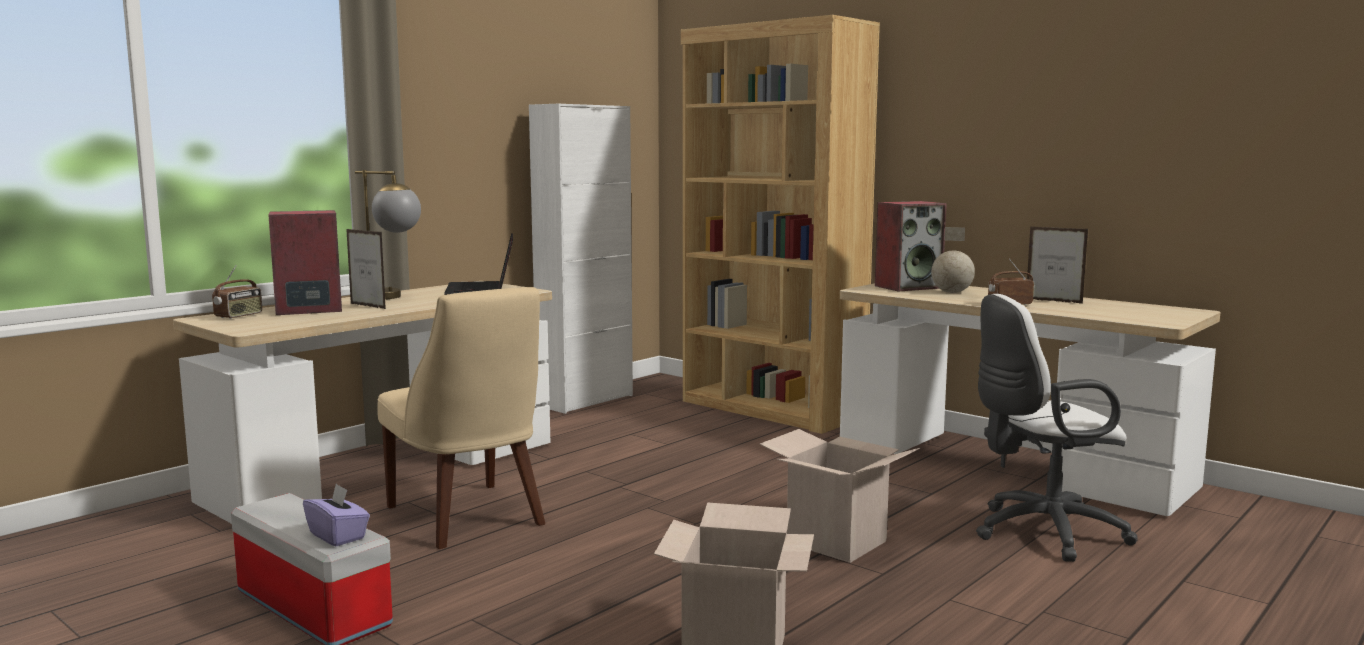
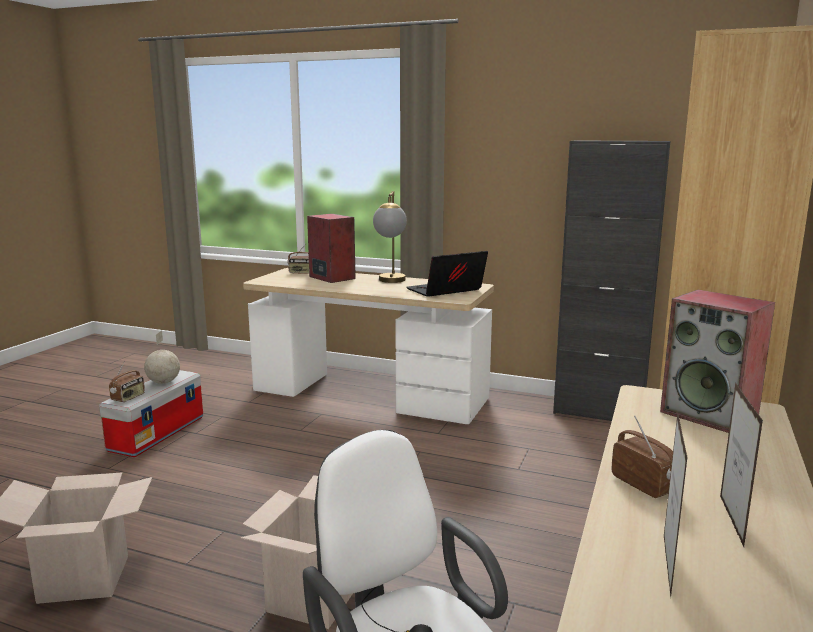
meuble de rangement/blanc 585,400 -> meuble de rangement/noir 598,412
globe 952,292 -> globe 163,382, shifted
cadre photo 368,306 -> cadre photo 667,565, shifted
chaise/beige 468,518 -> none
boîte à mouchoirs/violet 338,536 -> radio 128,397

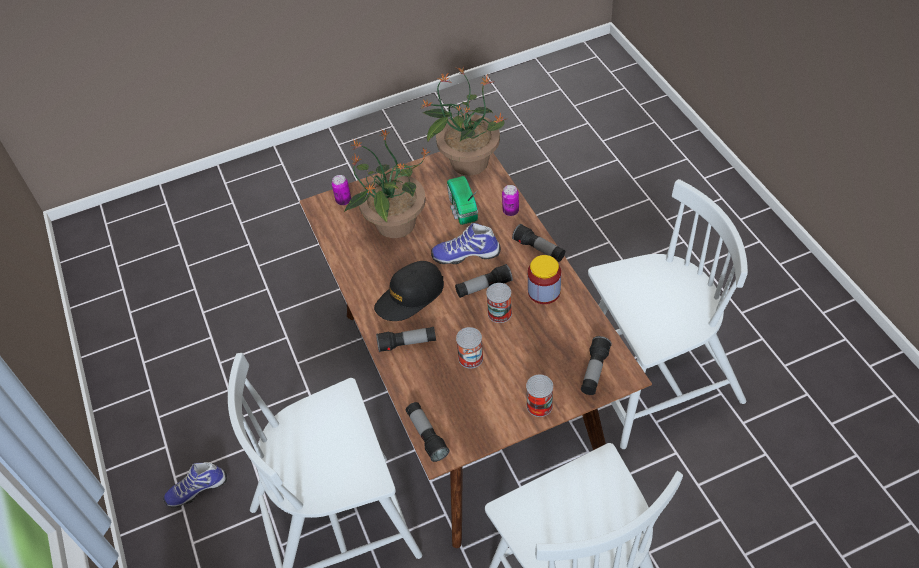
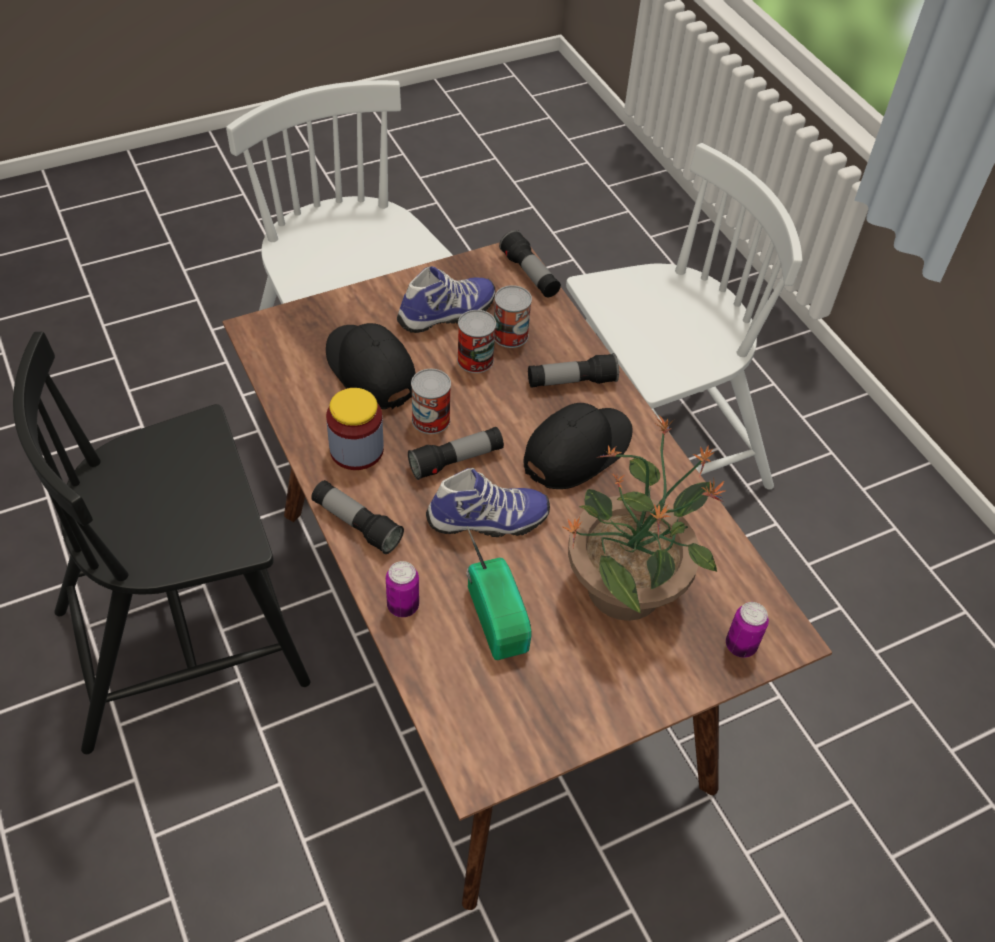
plante en pot 468,161 -> none
chaise/blanc 655,384 -> chaise/noir 186,643
lampe de poche 594,371 -> none
boîte métallique 539,405 -> boîte métallique 510,335, shifted
chaussure 196,489 -> chaussure 448,314, shifted
none -> casquette/noir 370,370

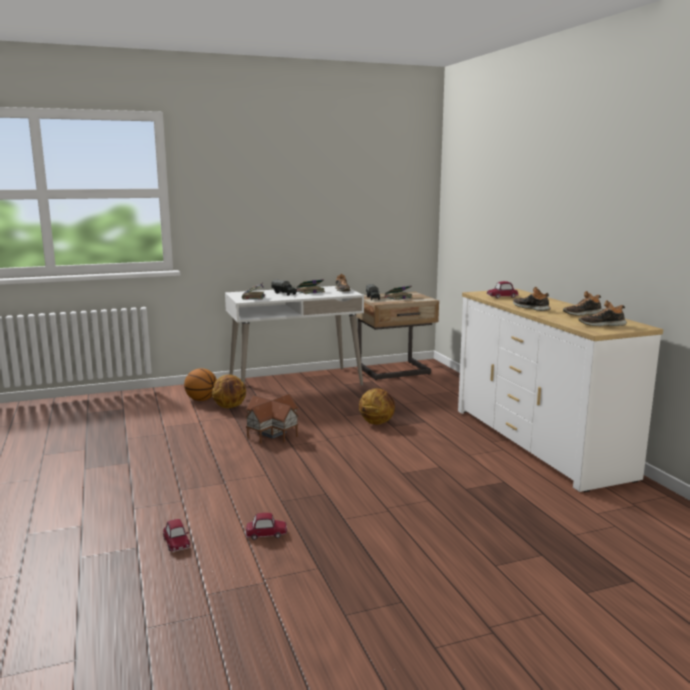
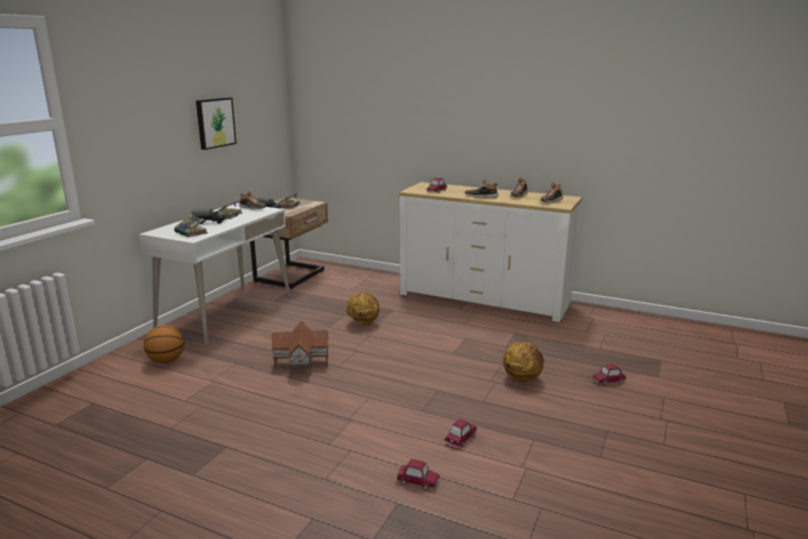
ballon de basket 230,407 -> ballon de basket 522,378, shifted
none -> tableau 215,122
none -> petite voiture 608,380

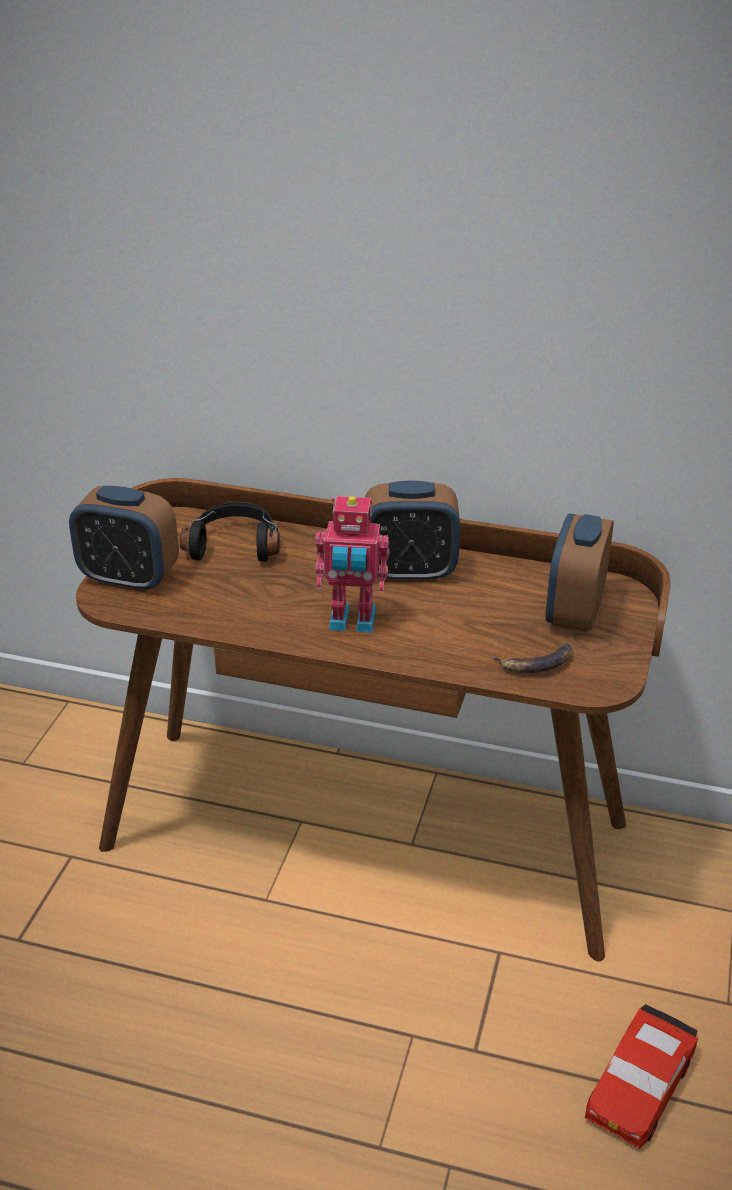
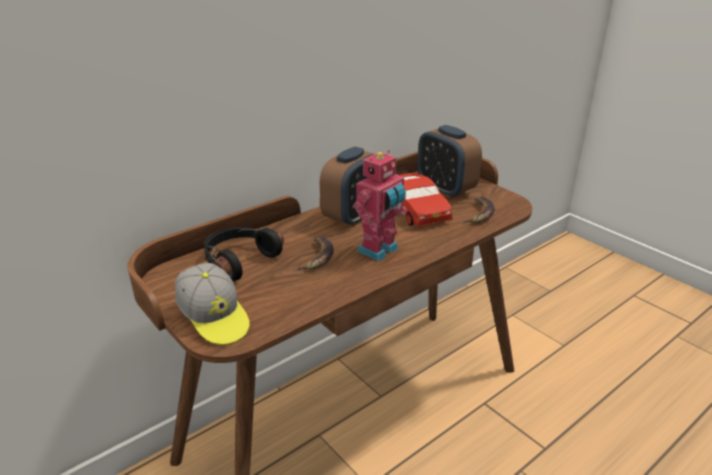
réveil 129,578 -> casquette 214,318
petite voiture/rouge 639,1086 -> petite voiture/rouge 415,208, shifted
none -> banane 317,257

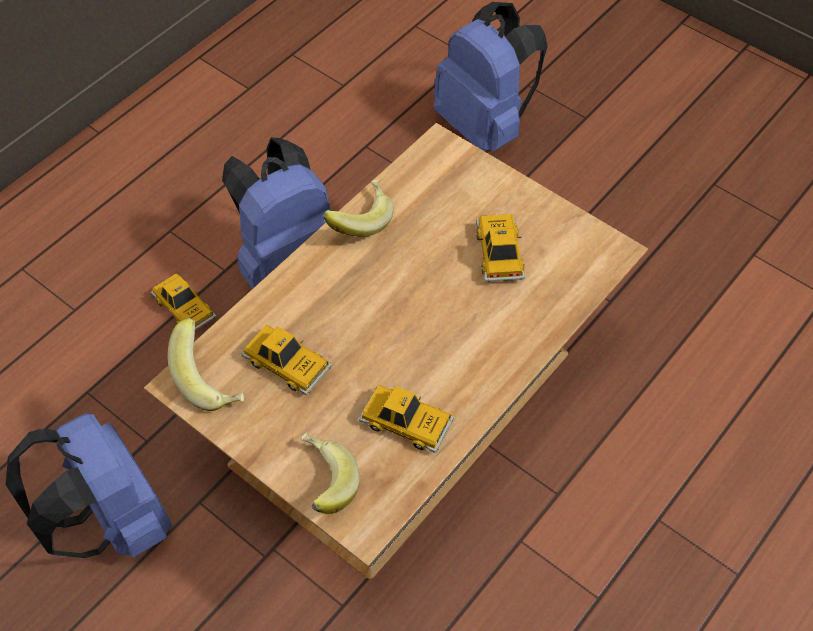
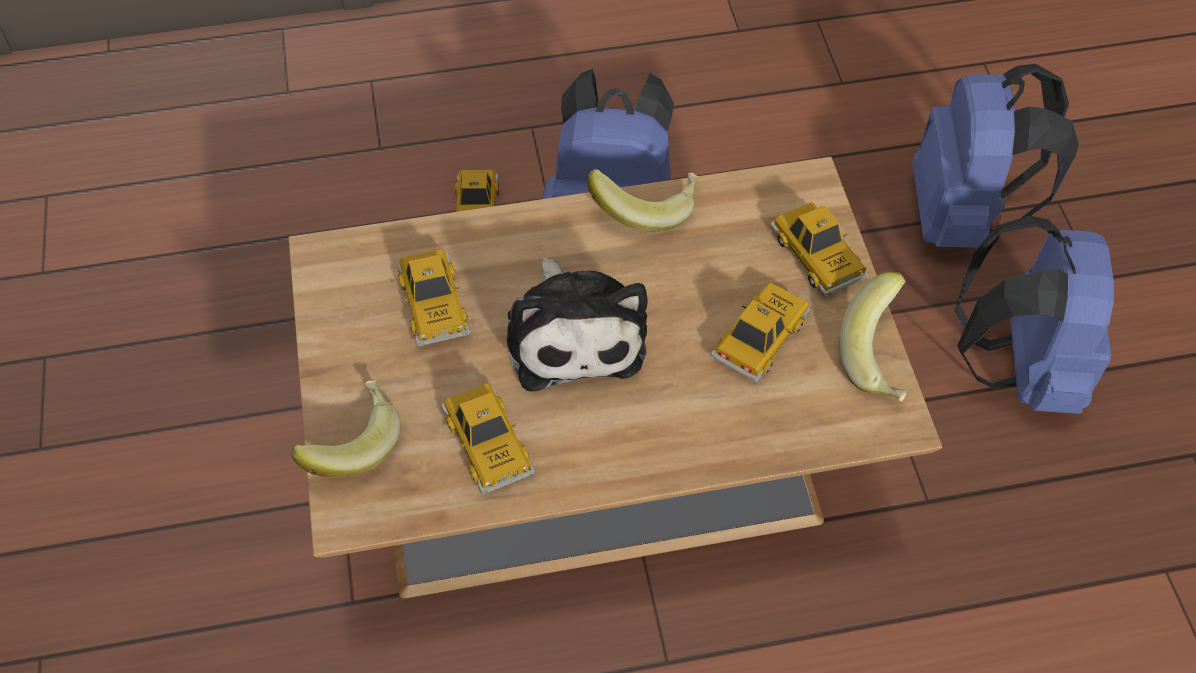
banane 211,379 -> banane 881,357, shifted
sac à dos/bleu 112,522 -> sac à dos/bleu 1019,368, shifted
none -> petite voiture 817,255
none -> peluche 574,333

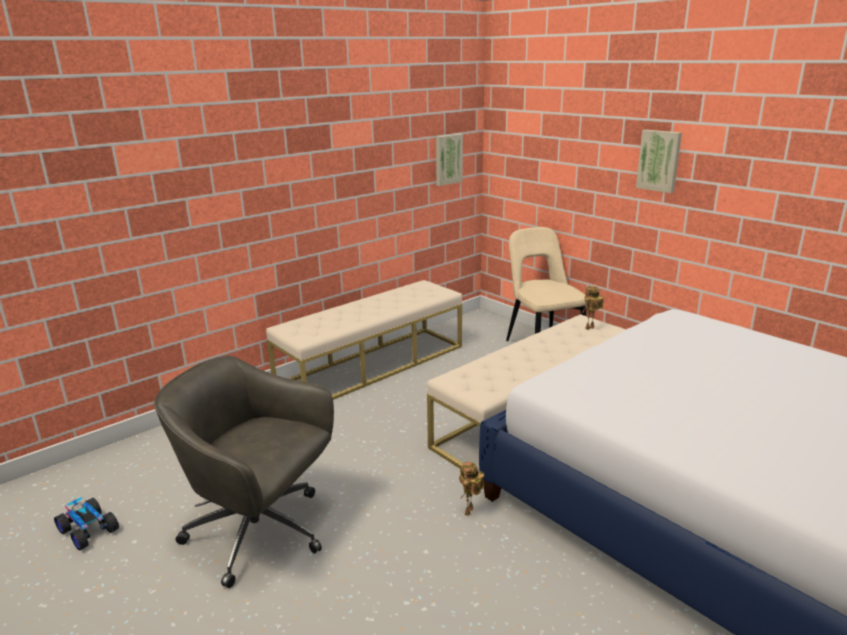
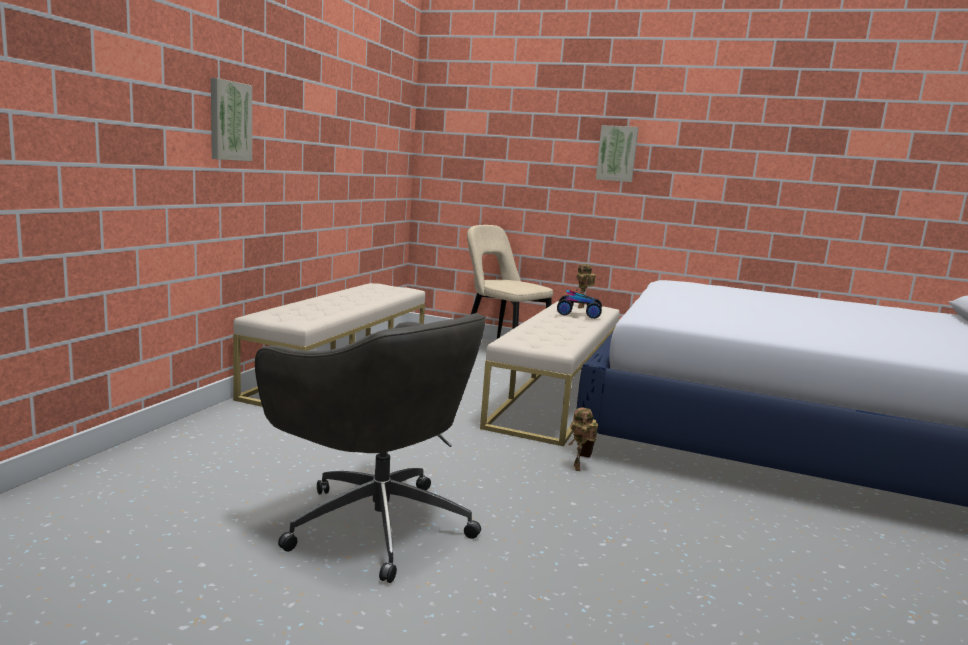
tableau 448,159 -> tableau 229,121, shifted
chaise de bureau/gris 261,533 -> chaise de bureau/gris 374,523, 135 degrees counterclockwise
petite voiture 87,531 -> petite voiture 578,314, shifted

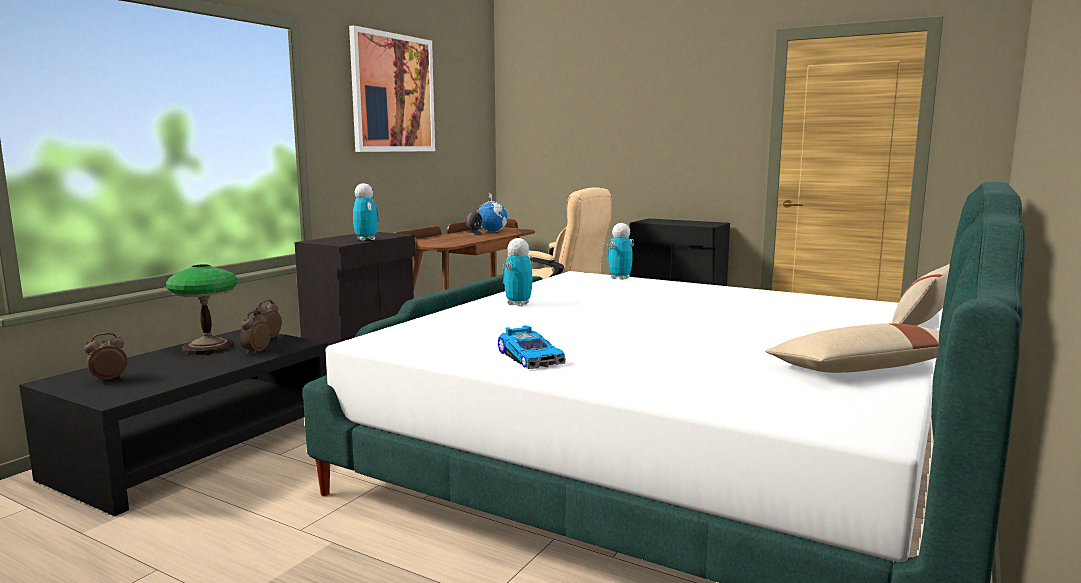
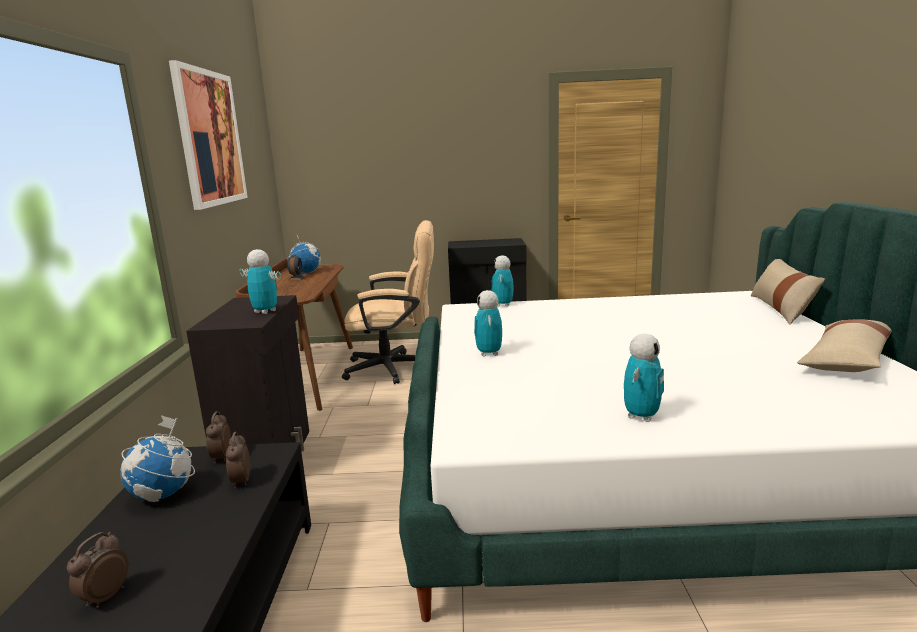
lampe de table 207,348 -> globe 163,495
petite voiture 531,357 -> robot jouet 641,416

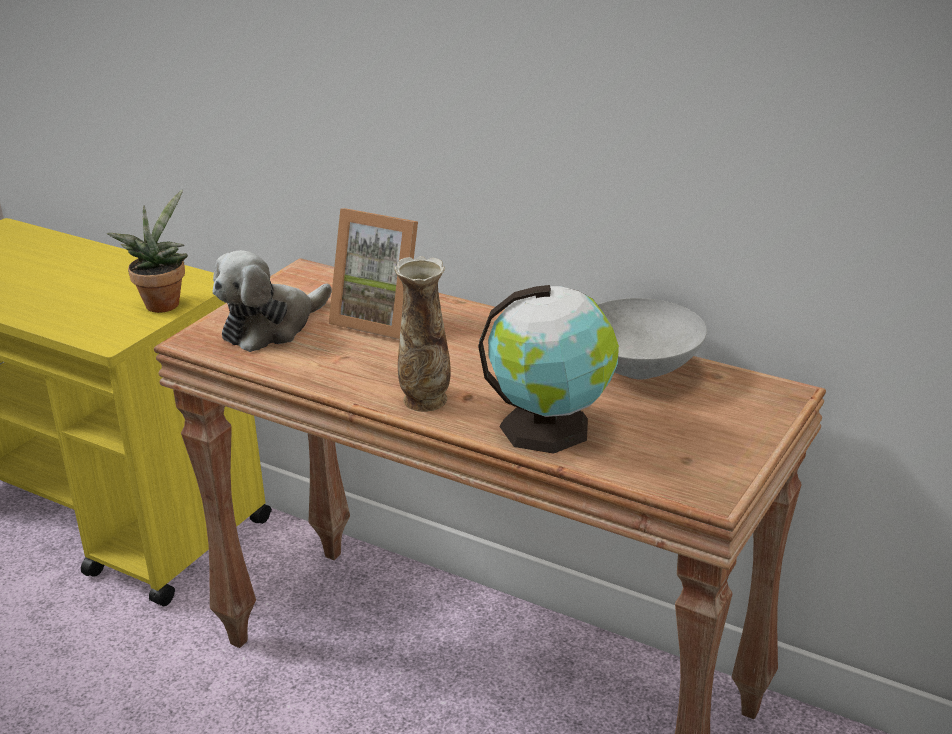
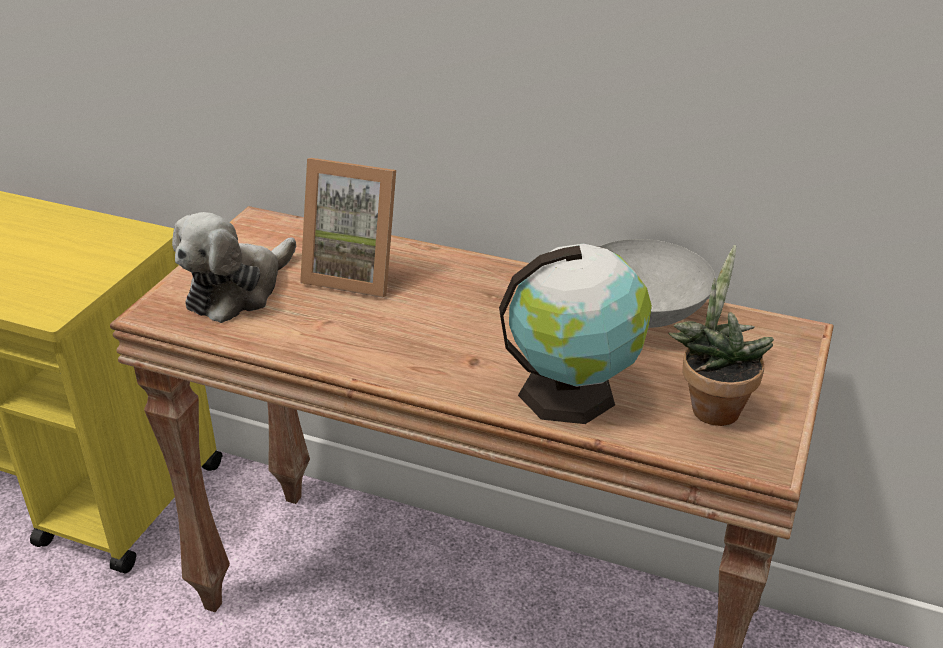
plante en pot 163,302 -> plante en pot 711,406, shifted
vase 425,401 -> none

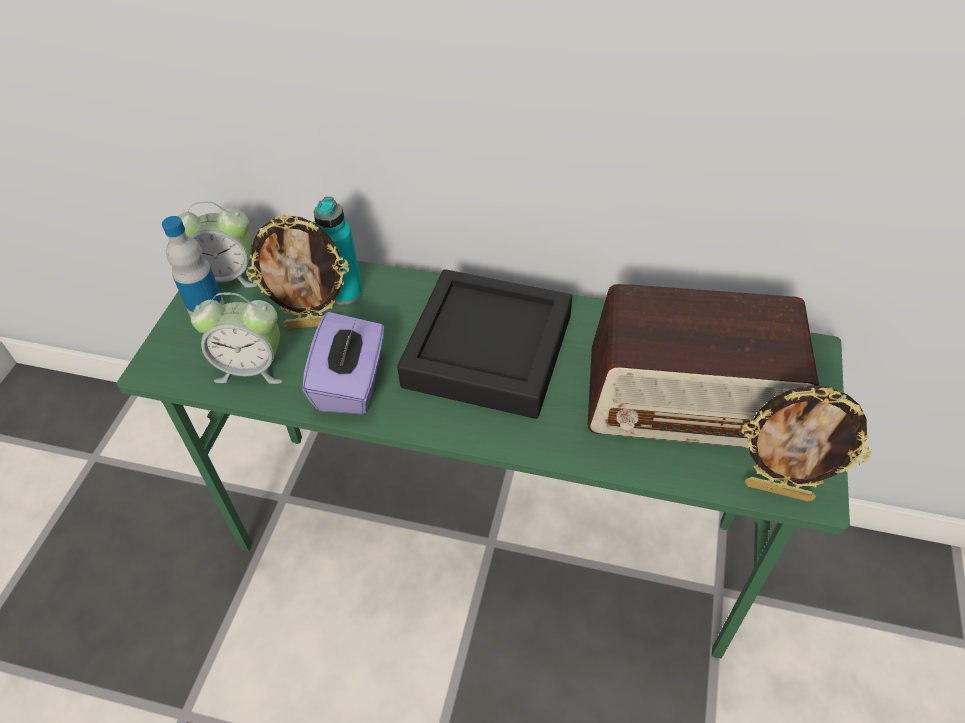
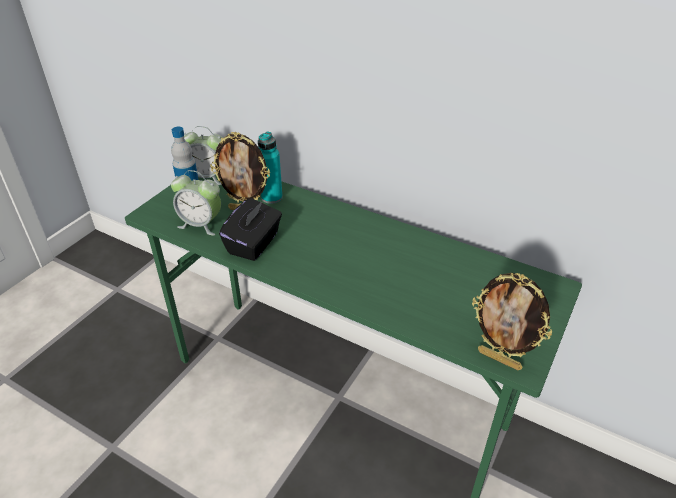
plateau/noir 488,351 -> none
radio 691,400 -> none
boîte à mouchoirs/violet 351,383 -> boîte à mouchoirs/noir 254,244

